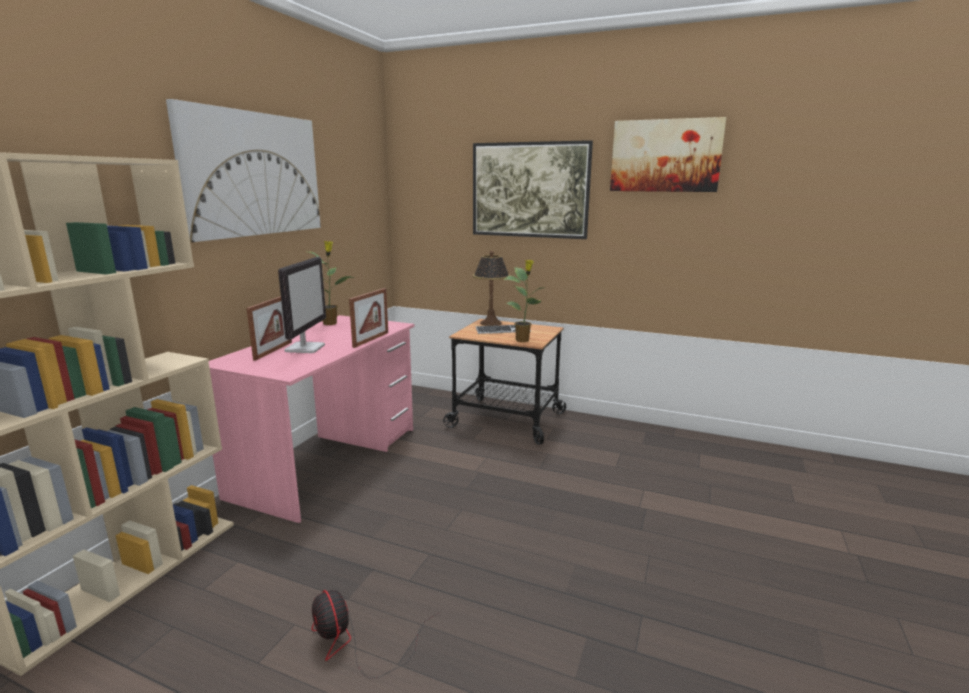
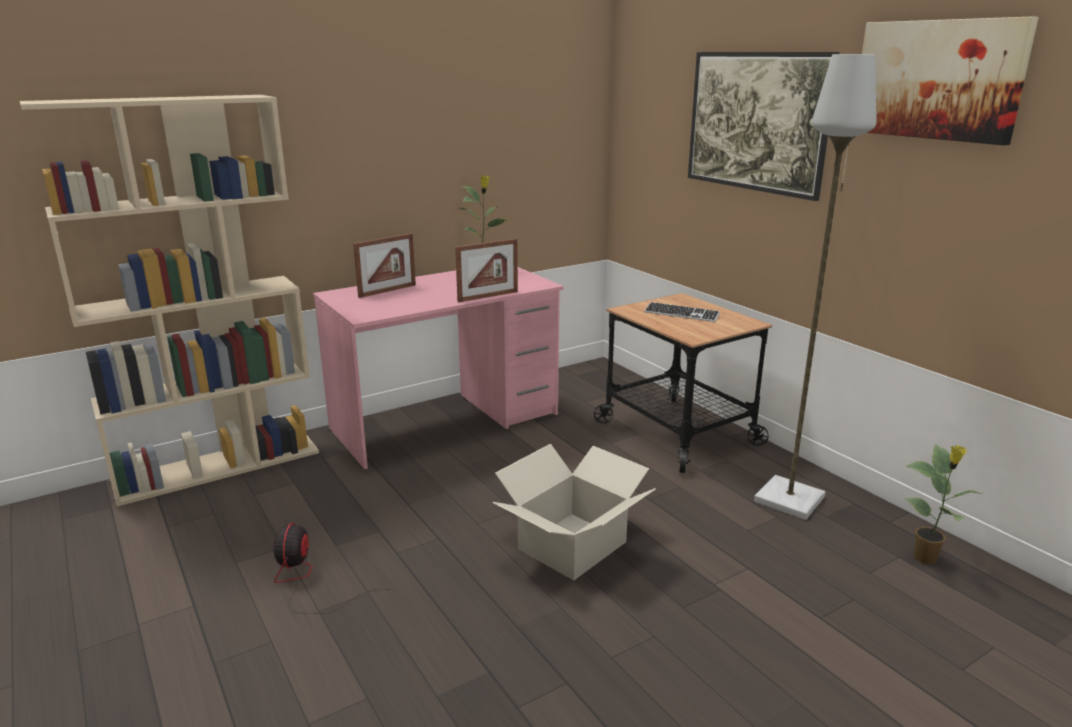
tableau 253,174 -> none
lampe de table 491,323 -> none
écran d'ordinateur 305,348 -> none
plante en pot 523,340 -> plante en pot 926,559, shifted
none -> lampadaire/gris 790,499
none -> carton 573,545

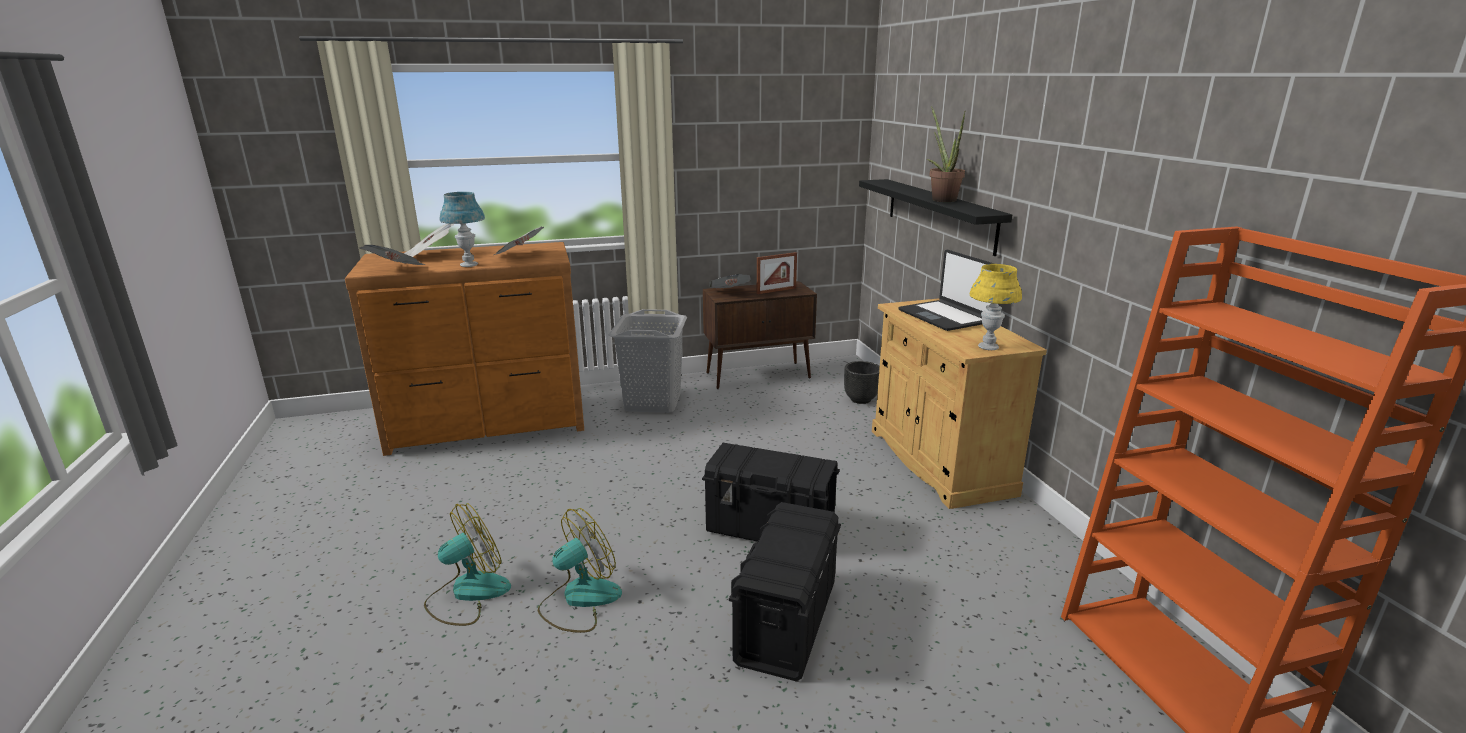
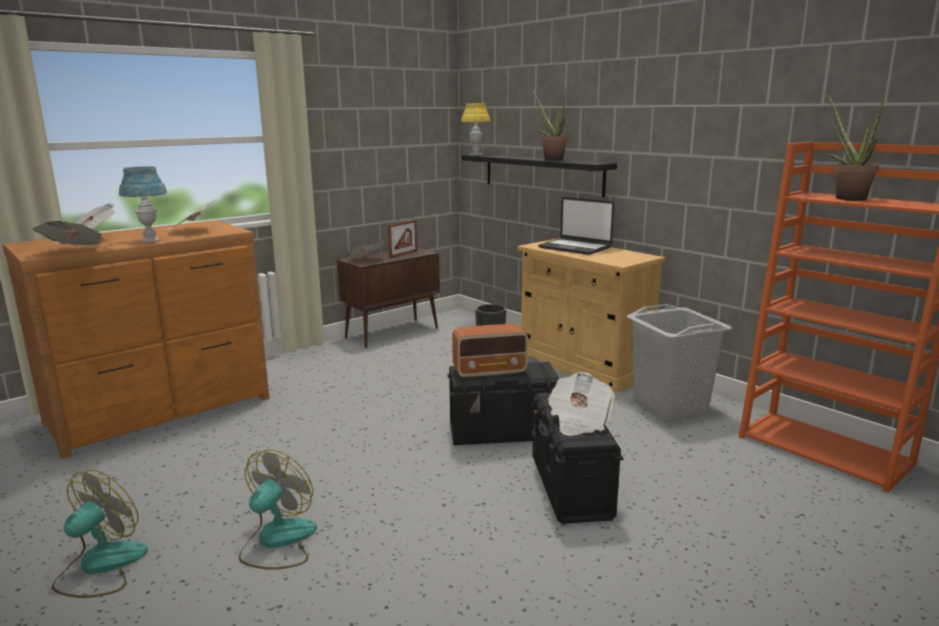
lampe de table/jaune 988,347 -> lampe de table/jaune 475,154, shifted
panier à linge/gris 653,402 -> panier à linge/gris 670,406, shifted
ventilateur 579,600 -> ventilateur 100,567, shifted
none -> plante en pot 845,198
none -> radio 490,371
none -> journal 579,421

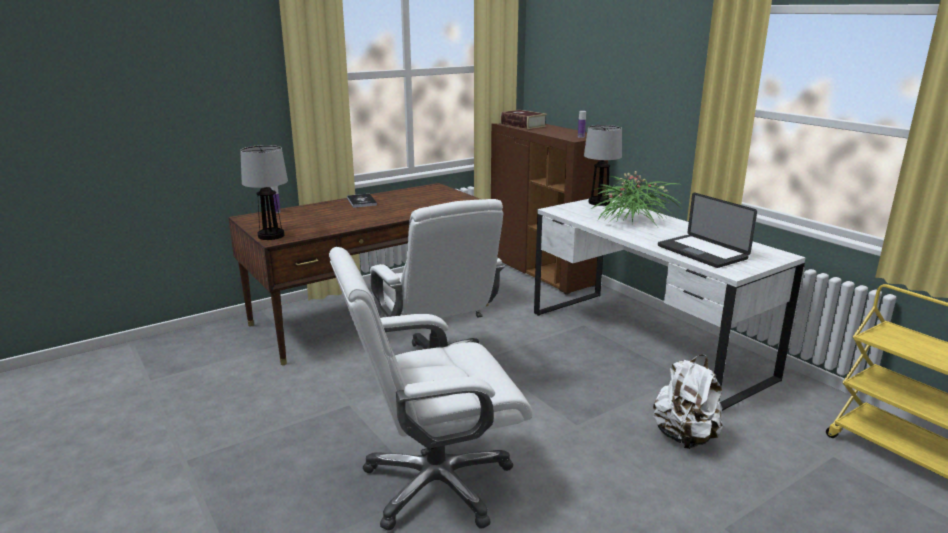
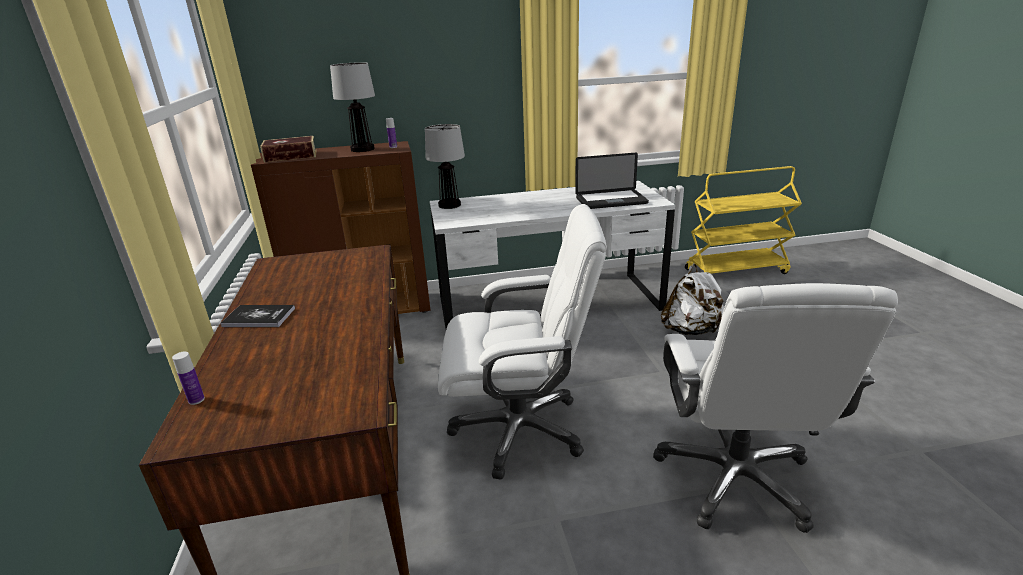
lampe de table 271,235 -> lampe de table 362,149, shifted
plante en pot 631,220 -> none

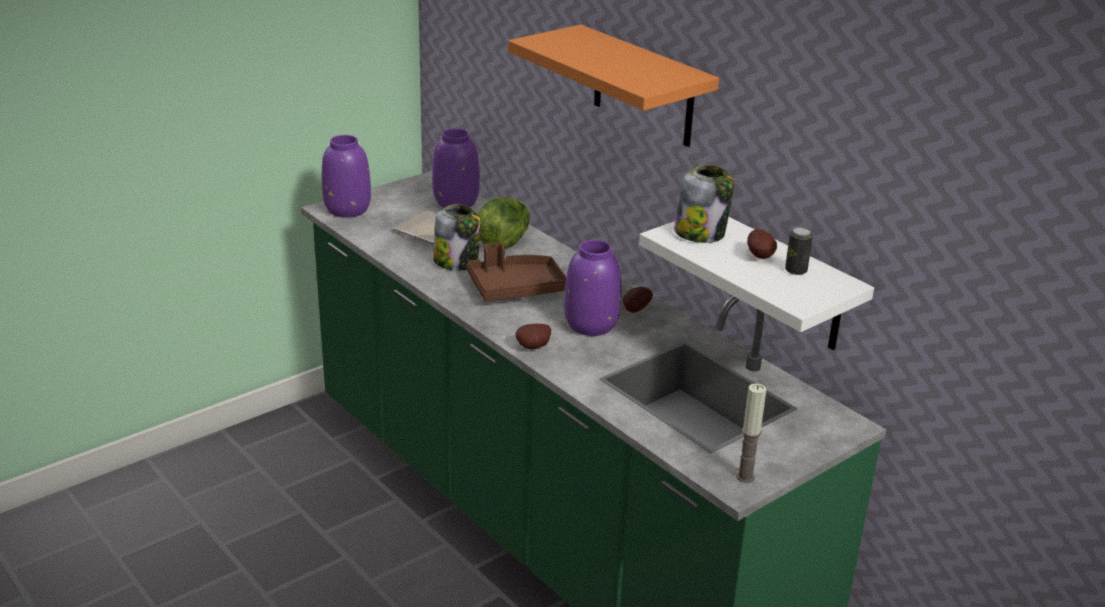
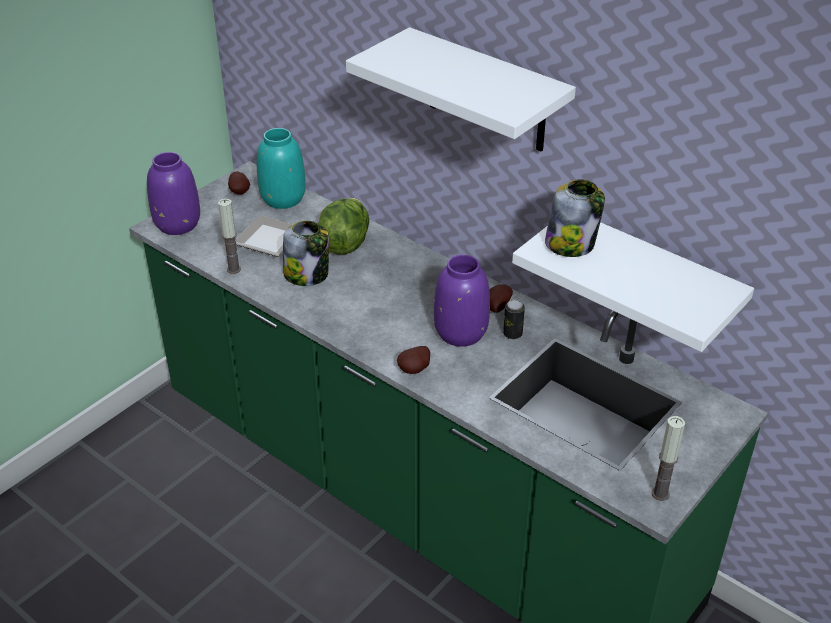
étagère/orange 643,87 -> étagère/blanc 487,92
vase/violet 456,202 -> vase/turquoise 284,198
boîte métallique 796,270 -> boîte métallique 512,334, shifted
pomme de terre 760,257 -> pomme de terre 240,192, shifted
plateau/marron 516,288 -> none
none -> bougie 234,269

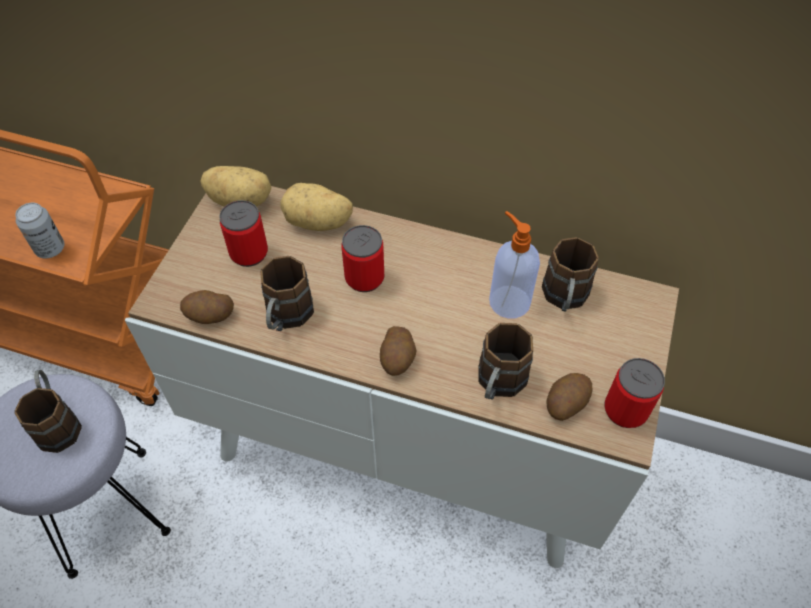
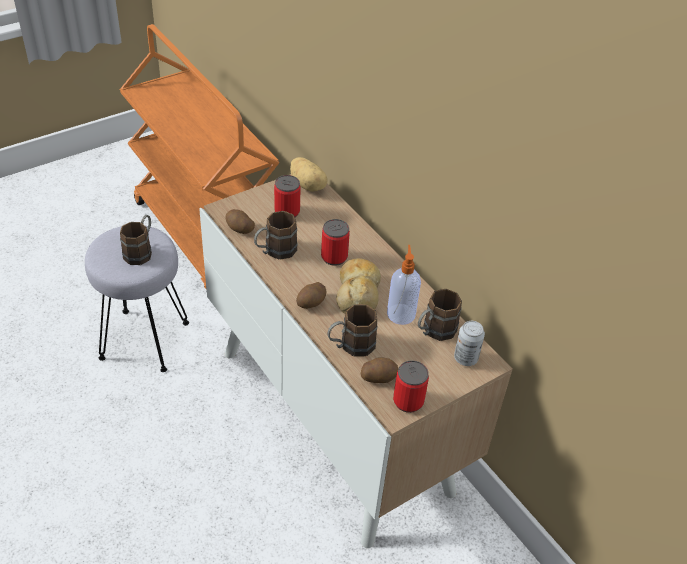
pomme de terre 318,223 -> none
boîte métallique 50,249 -> boîte métallique 465,358, shifted
none -> pain 358,293

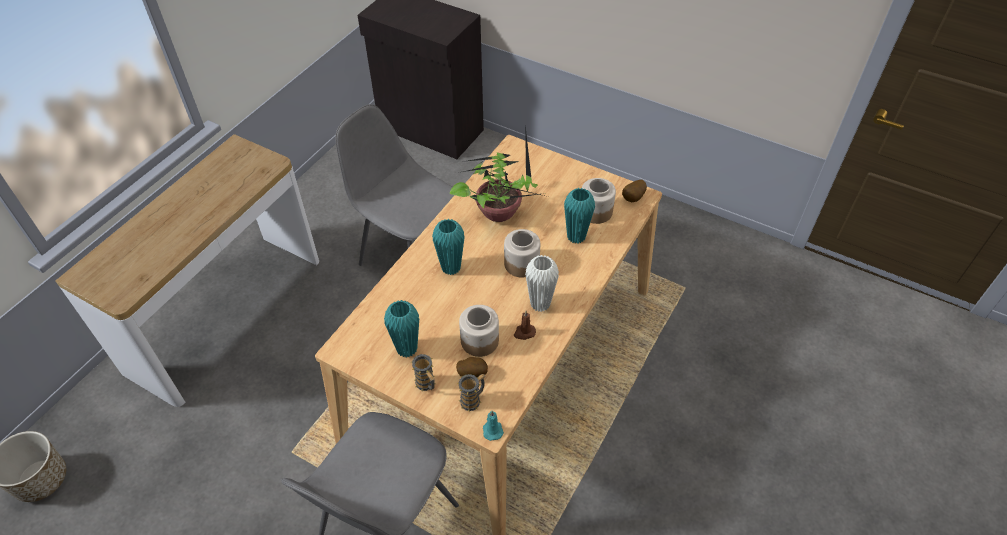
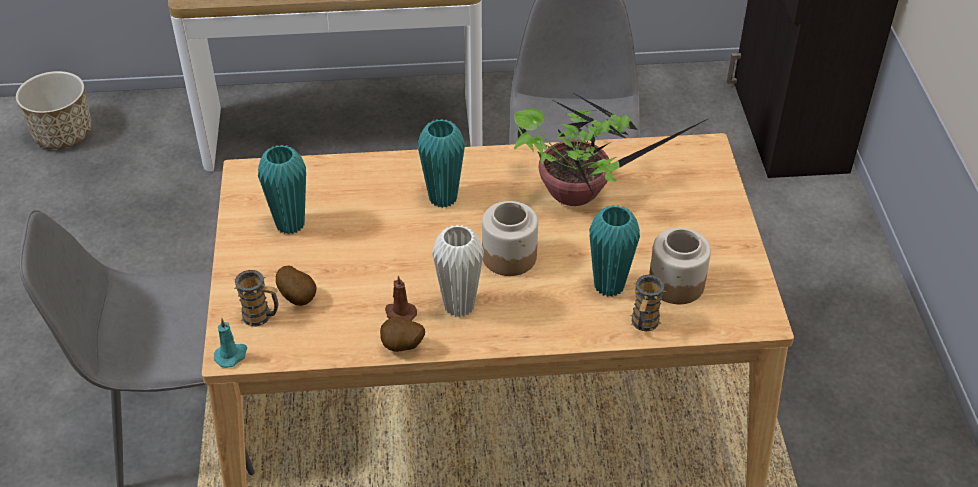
pomme de terre 633,198 -> pomme de terre 402,347, shifted
bocal 479,341 -> none
mug 427,385 -> mug 643,324, shifted

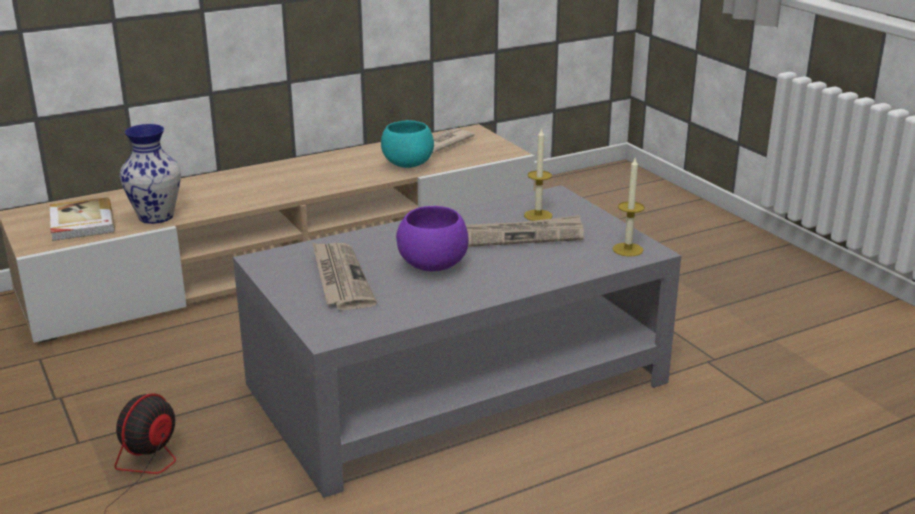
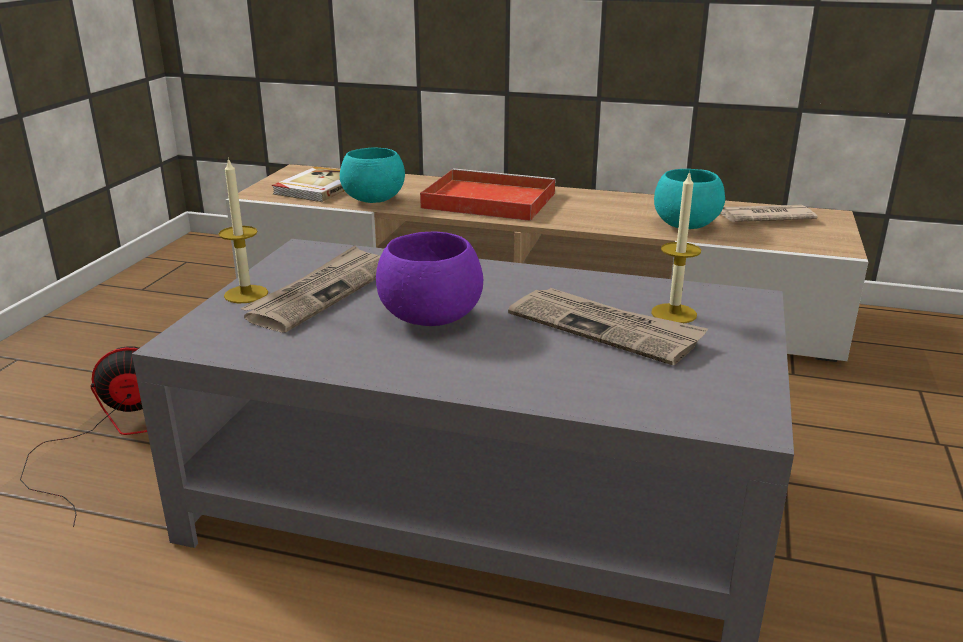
vase 156,217 -> bol/turquoise 374,201
bougie 627,249 -> bougie 246,294, shifted
none -> plateau/rouge 486,200

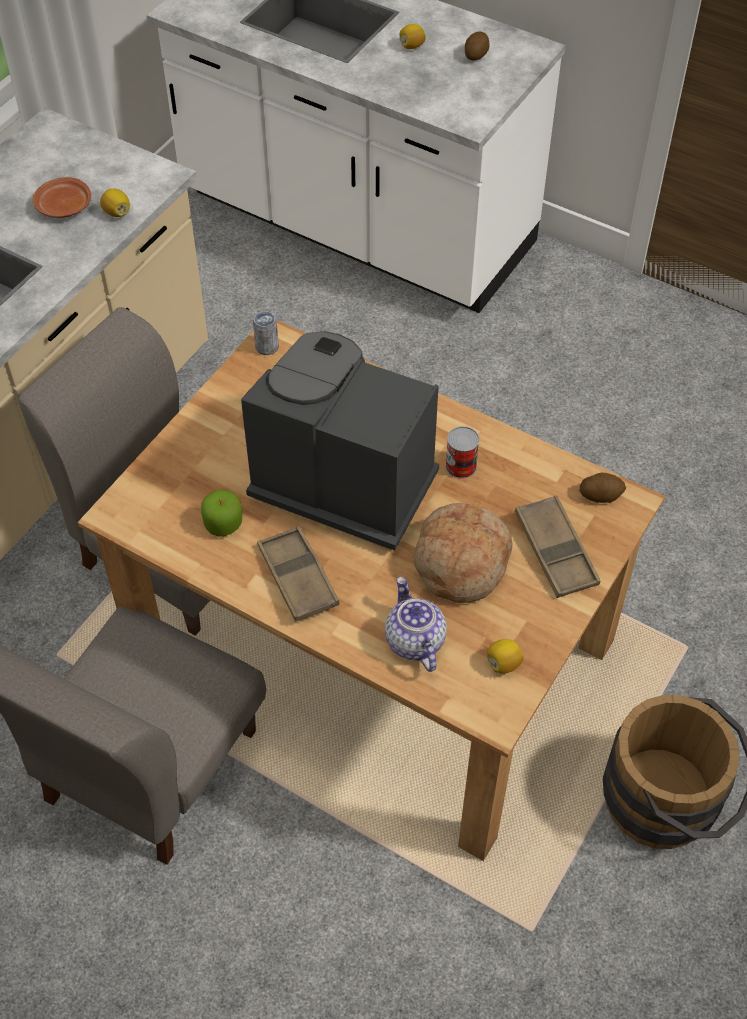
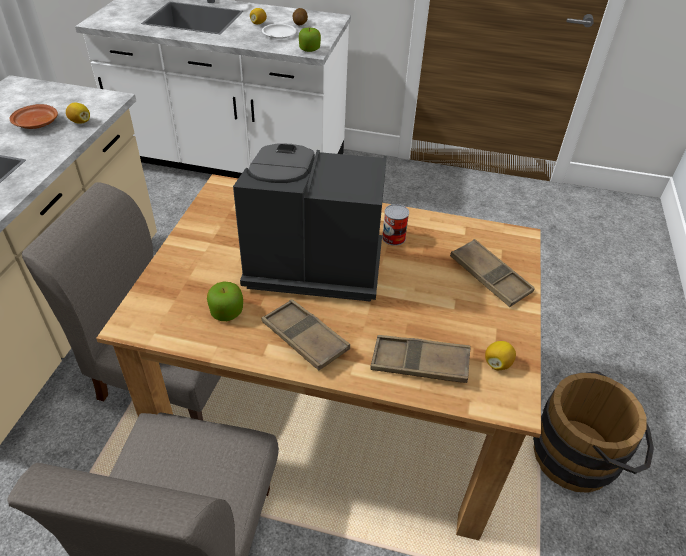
boîte métallique 267,347 -> none
pomme de terre 600,495 -> none
pain 460,561 -> none
théière 414,641 -> plateau/marron 419,363
none -> assiette/blanc 279,33
none -> pomme 309,49

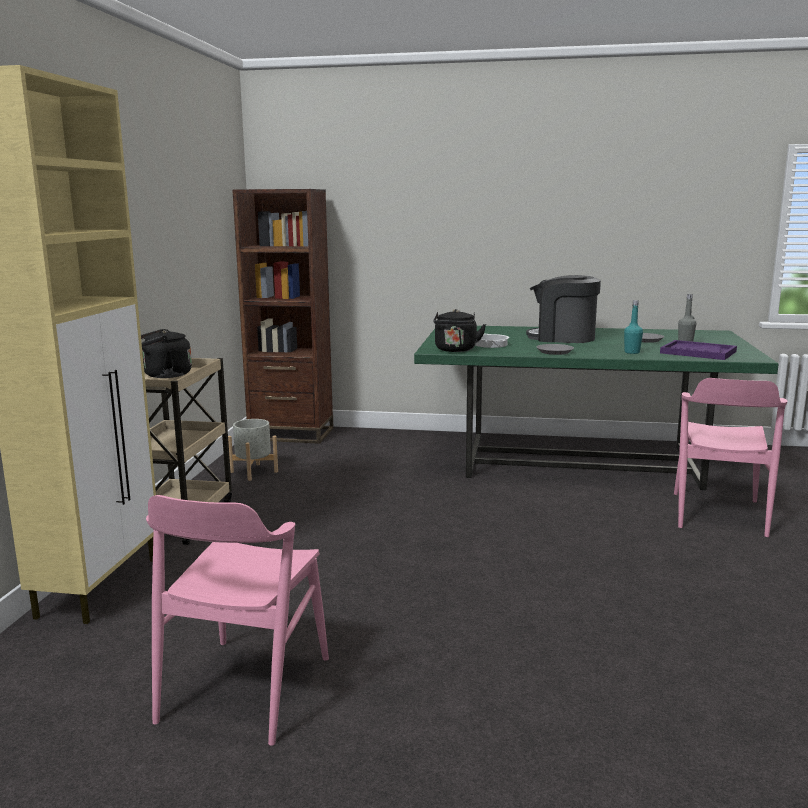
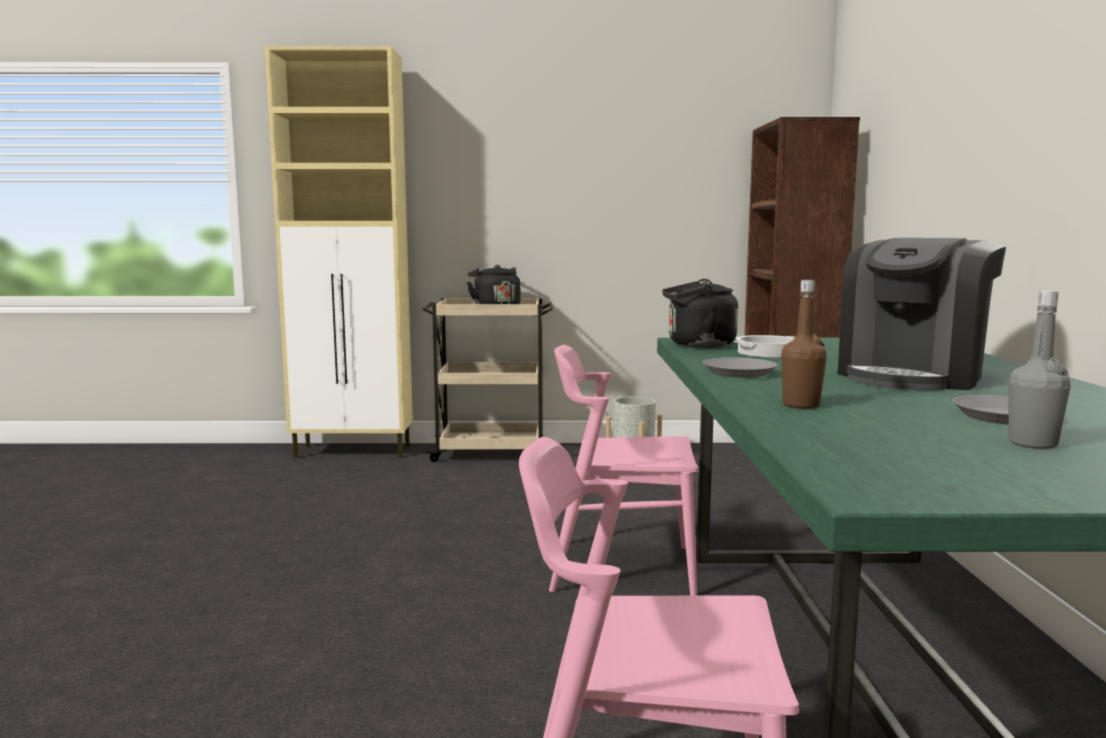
machine à café 562,338 -> machine à café 913,376, 150 degrees counterclockwise
bouteille/turquoise 632,352 -> bouteille/marron 801,405
plateau/violet 697,352 -> none
chaise/rose 245,689 -> chaise/rose 621,567, shifted

